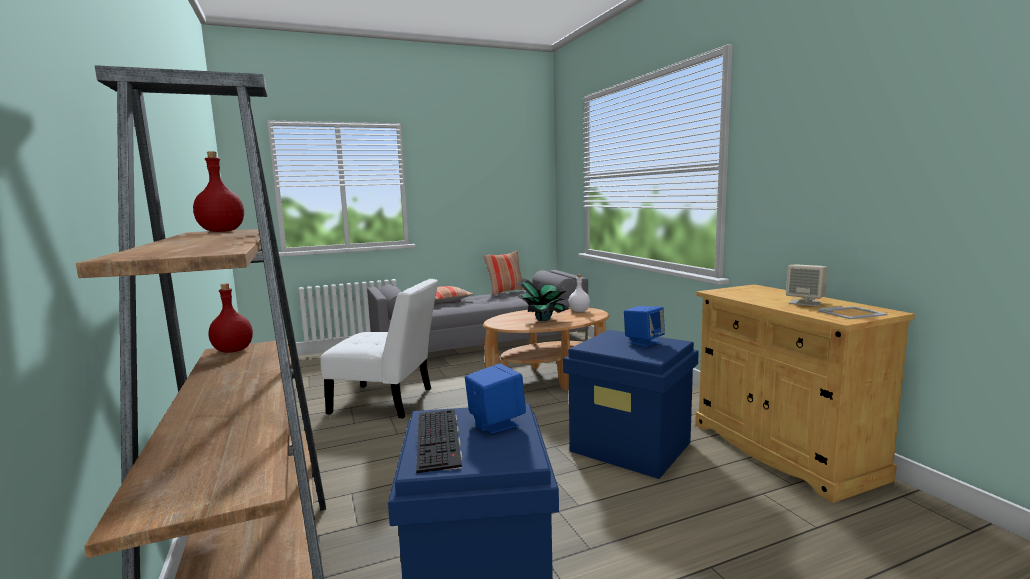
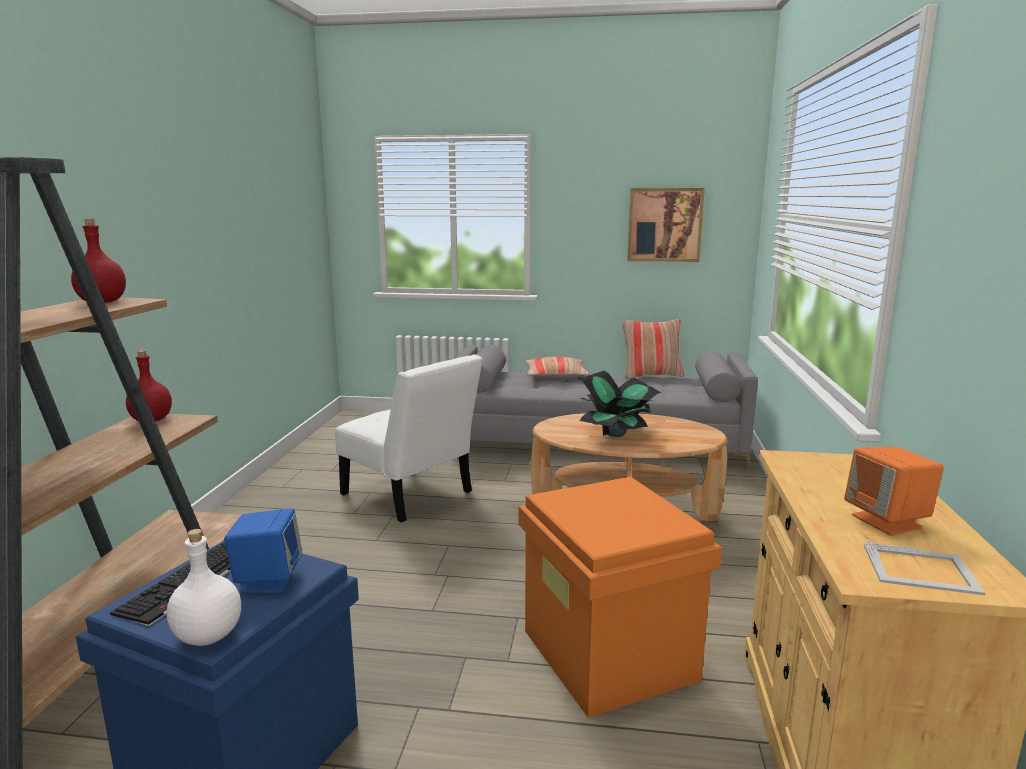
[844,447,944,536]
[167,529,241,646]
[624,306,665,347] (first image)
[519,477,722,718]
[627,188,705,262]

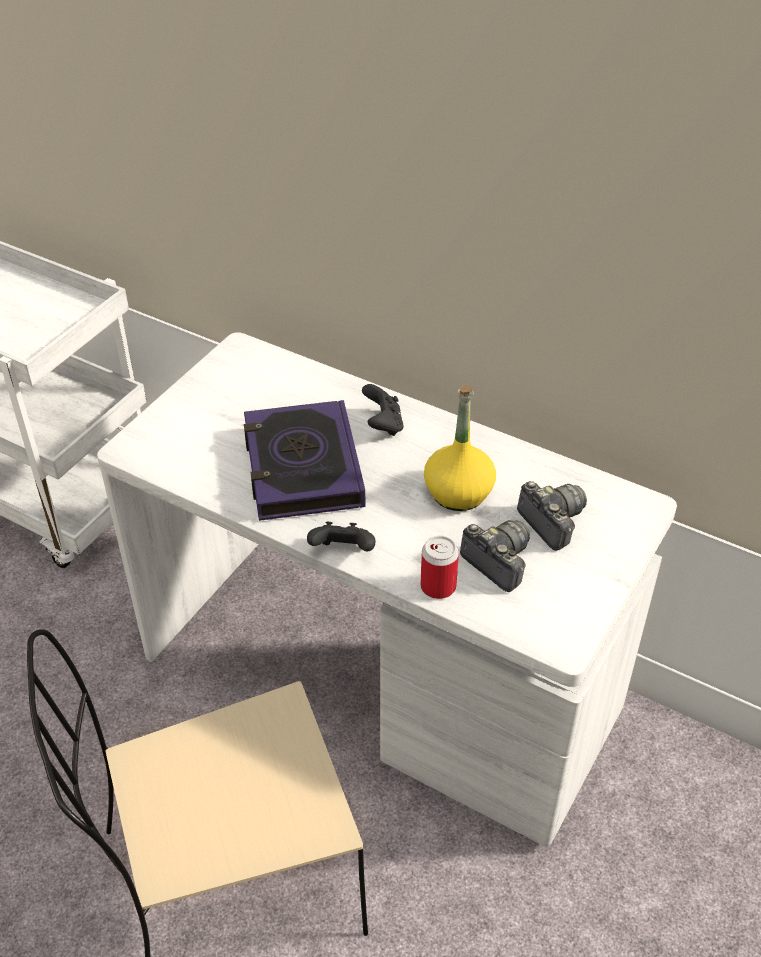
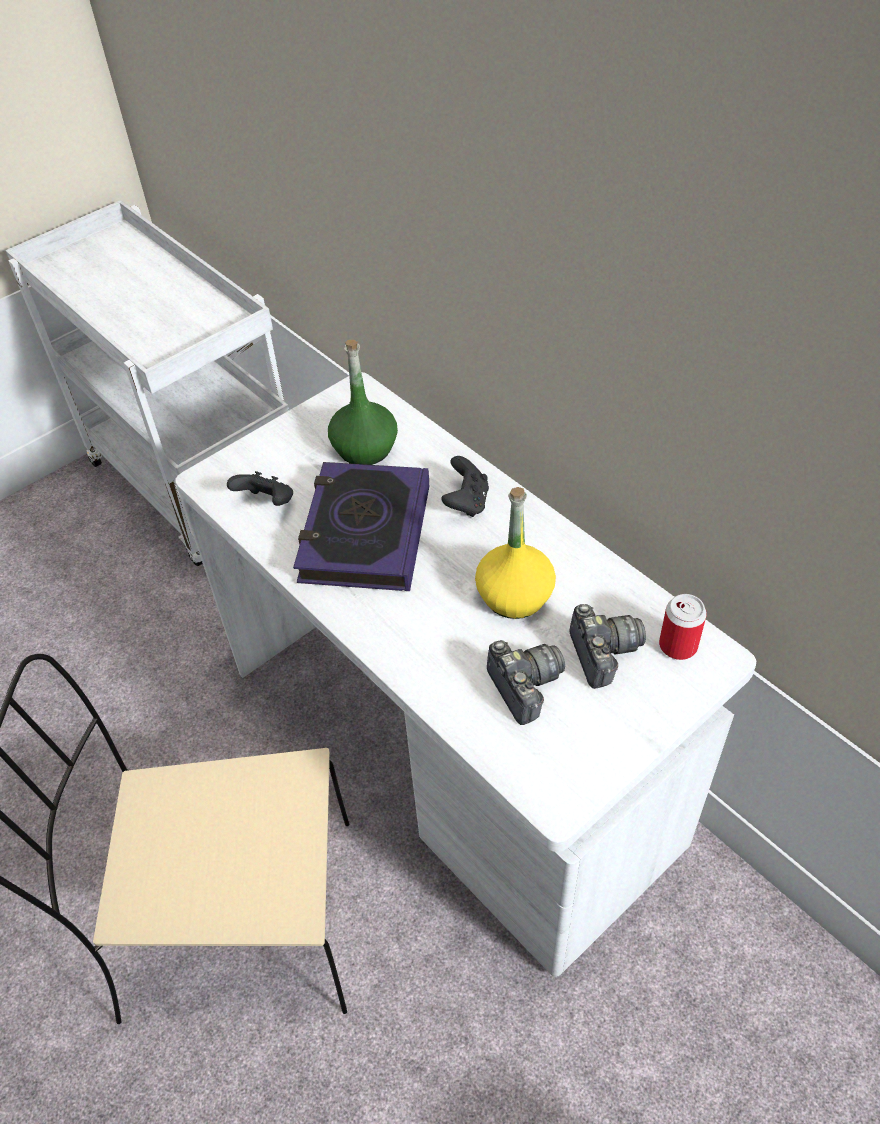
[227,471,293,506]
[659,594,707,660]
[328,340,398,465]

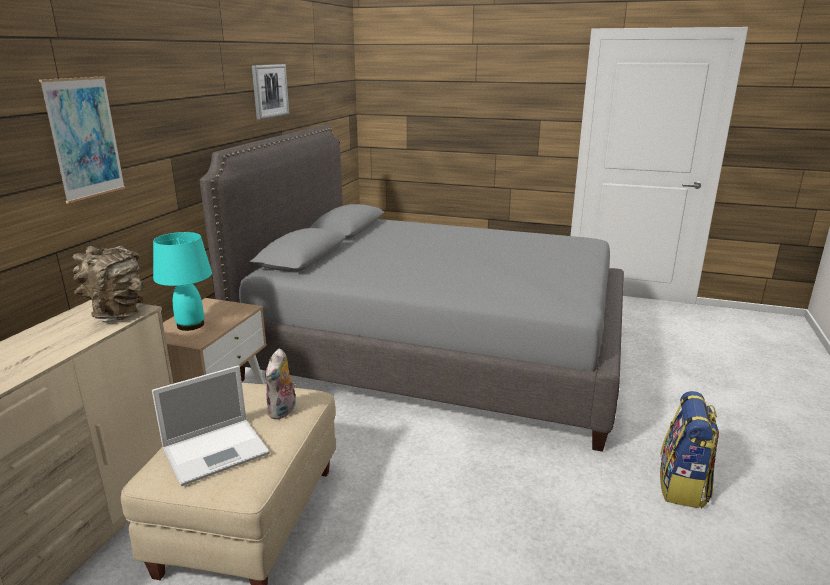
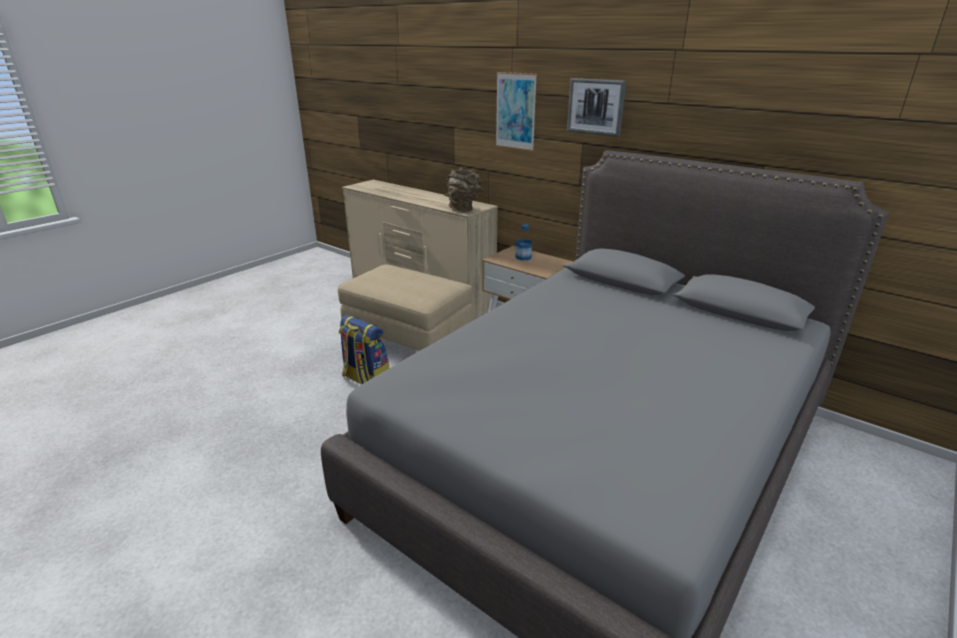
[567,78,626,137]
[516,224,532,260]
[265,348,296,420] (first image)
[152,365,270,486] (first image)
[339,315,389,385]

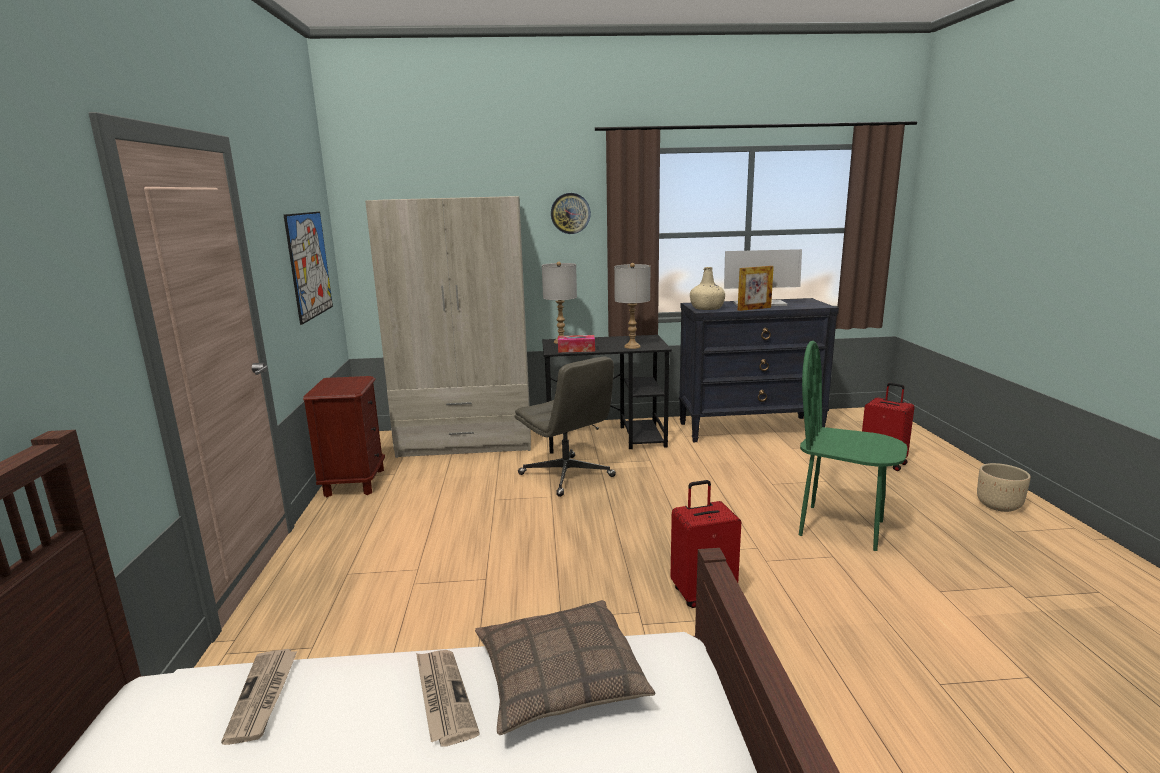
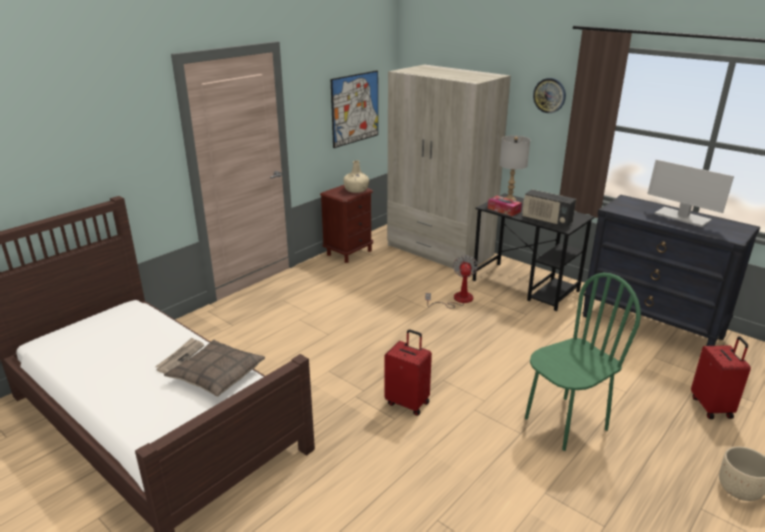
[522,189,576,227]
[738,266,774,311] (first image)
[343,161,369,193]
[525,273,641,451]
[425,255,478,308]
[221,649,297,745] (first image)

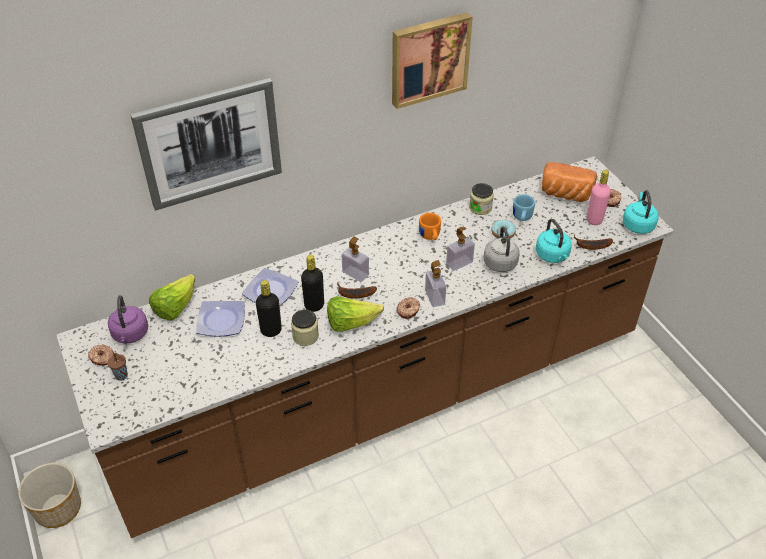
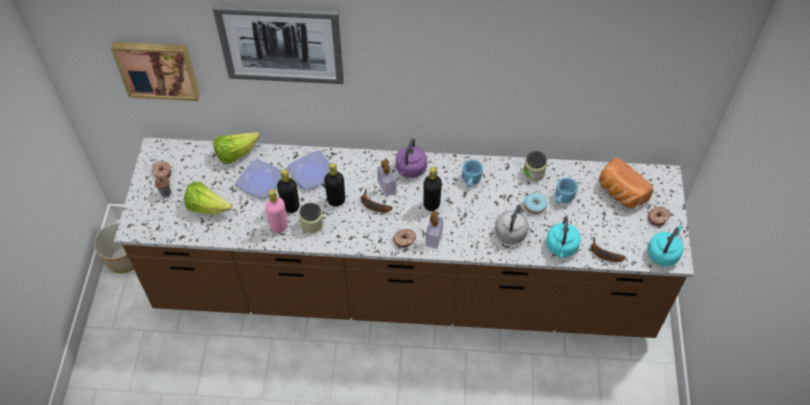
[111,42,200,101]
[265,189,288,233]
[462,160,483,187]
[446,227,475,271] (first image)
[396,138,427,178]
[184,181,232,214]
[423,167,442,211]

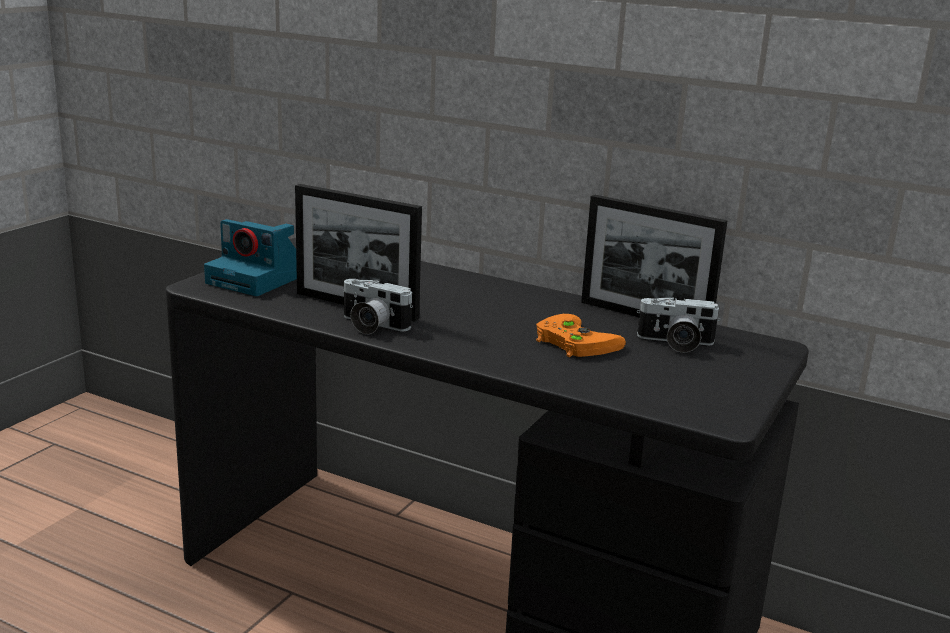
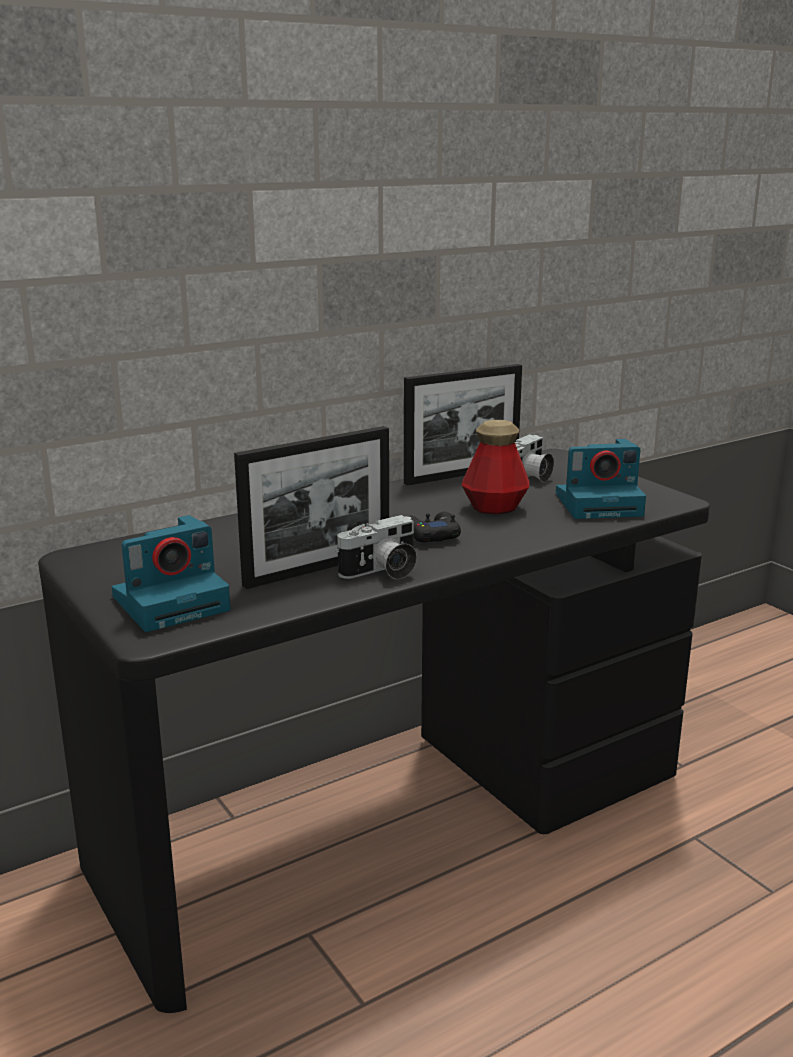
[462,420,530,514]
[556,439,646,519]
[409,512,461,542]

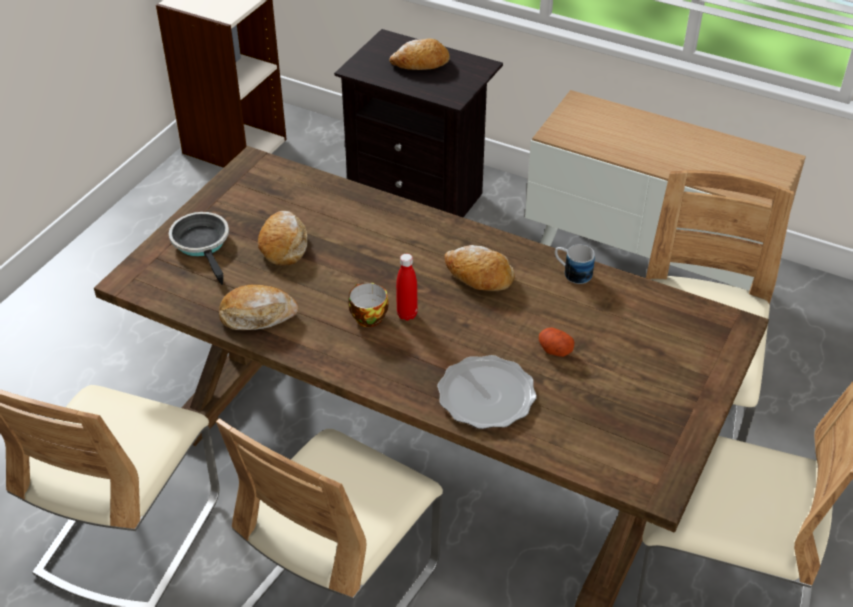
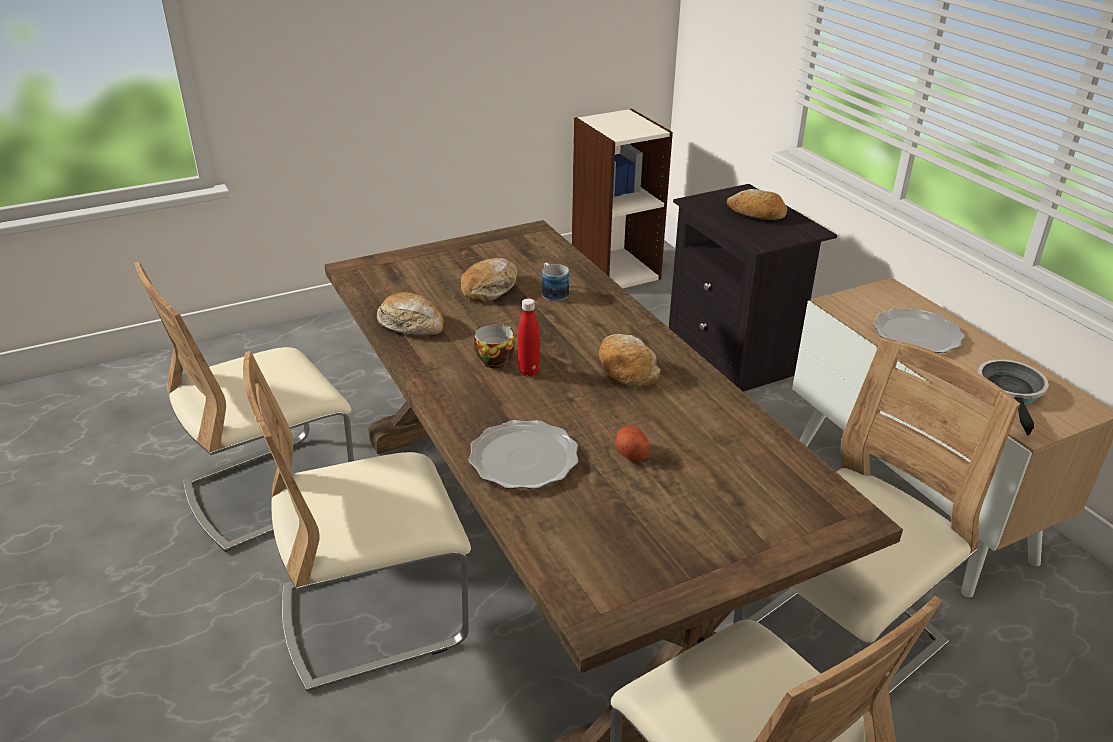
[977,359,1049,436]
[542,263,569,301]
[873,308,965,353]

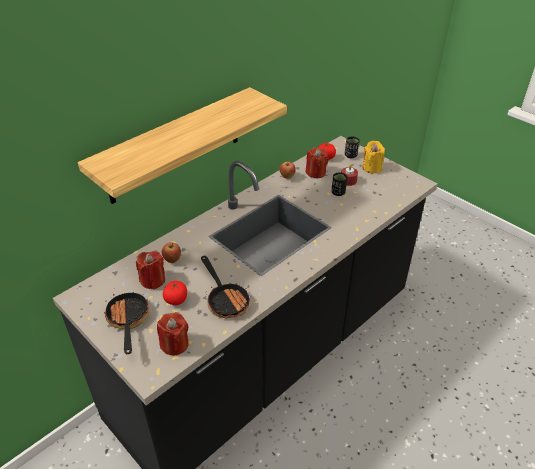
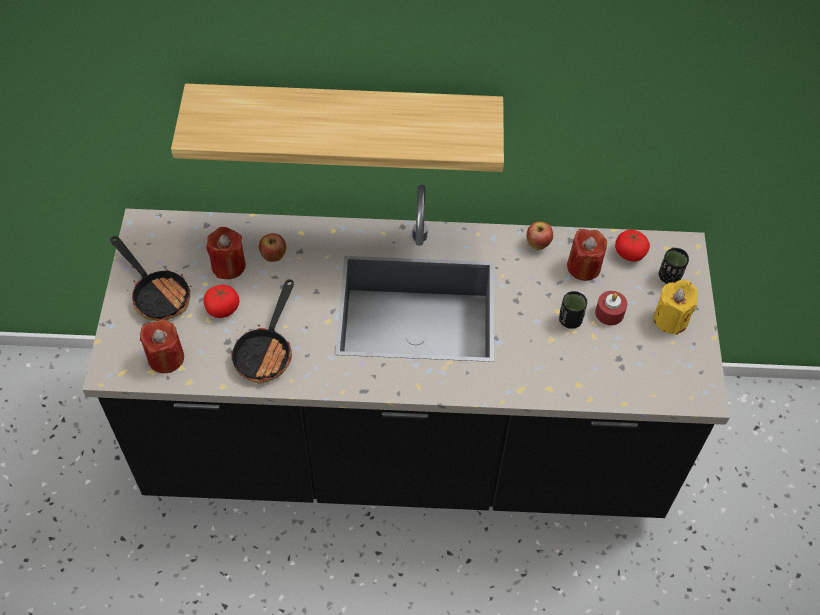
[110,236,191,321]

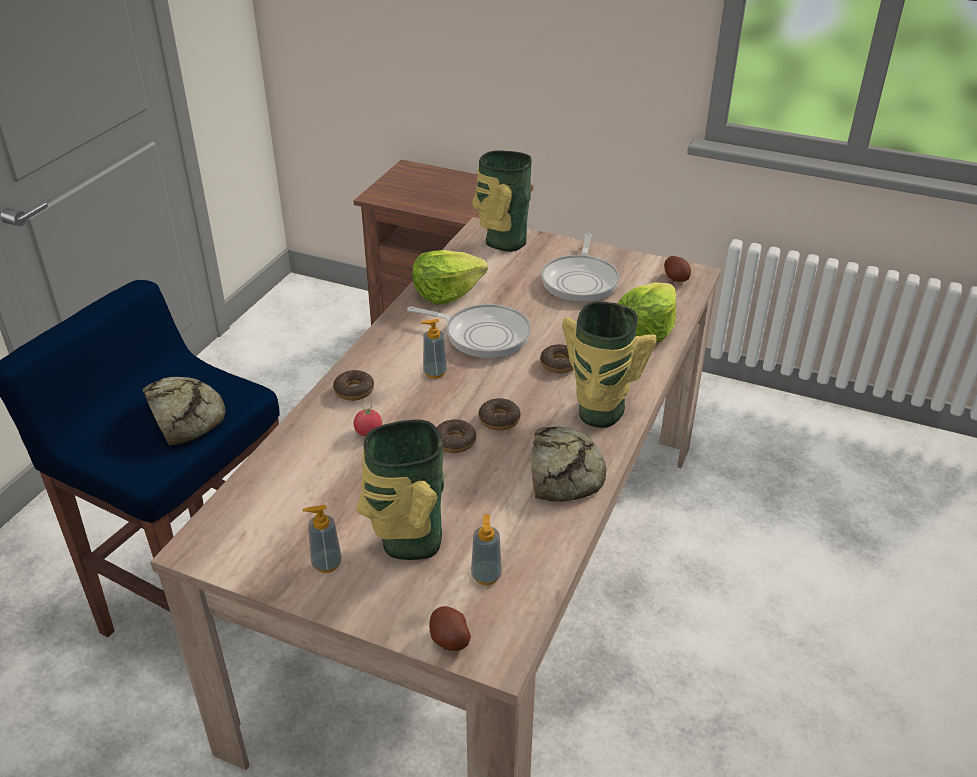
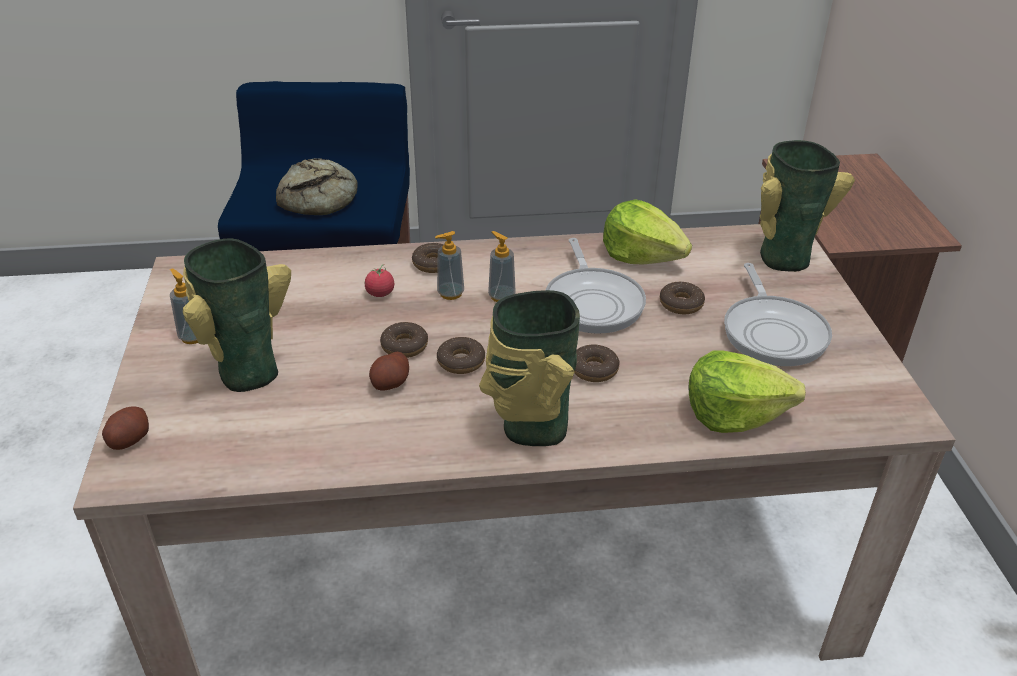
[724,263,832,366]
[369,352,409,391]
[531,426,606,501] (first image)
[435,231,464,300]
[660,281,705,314]

